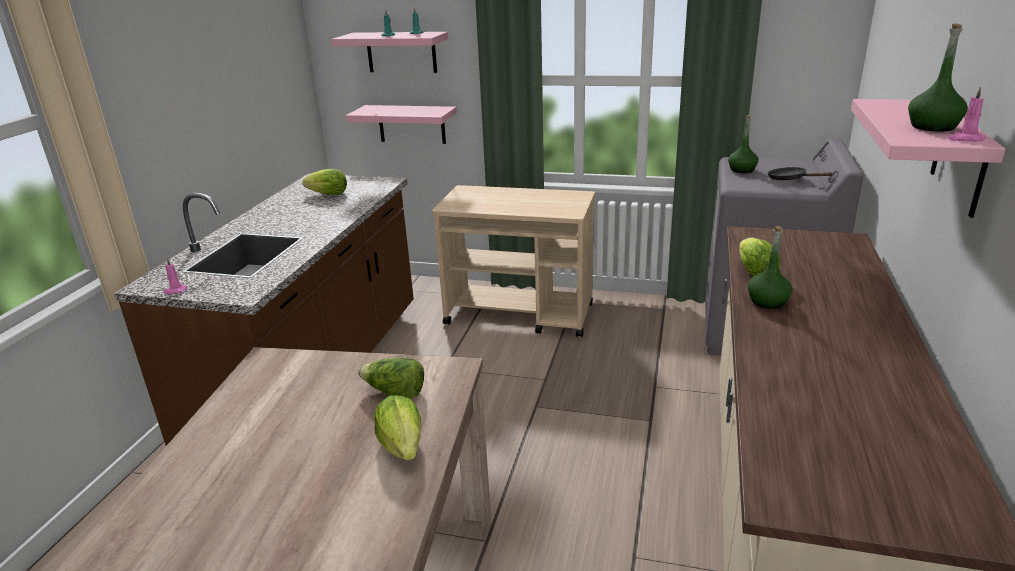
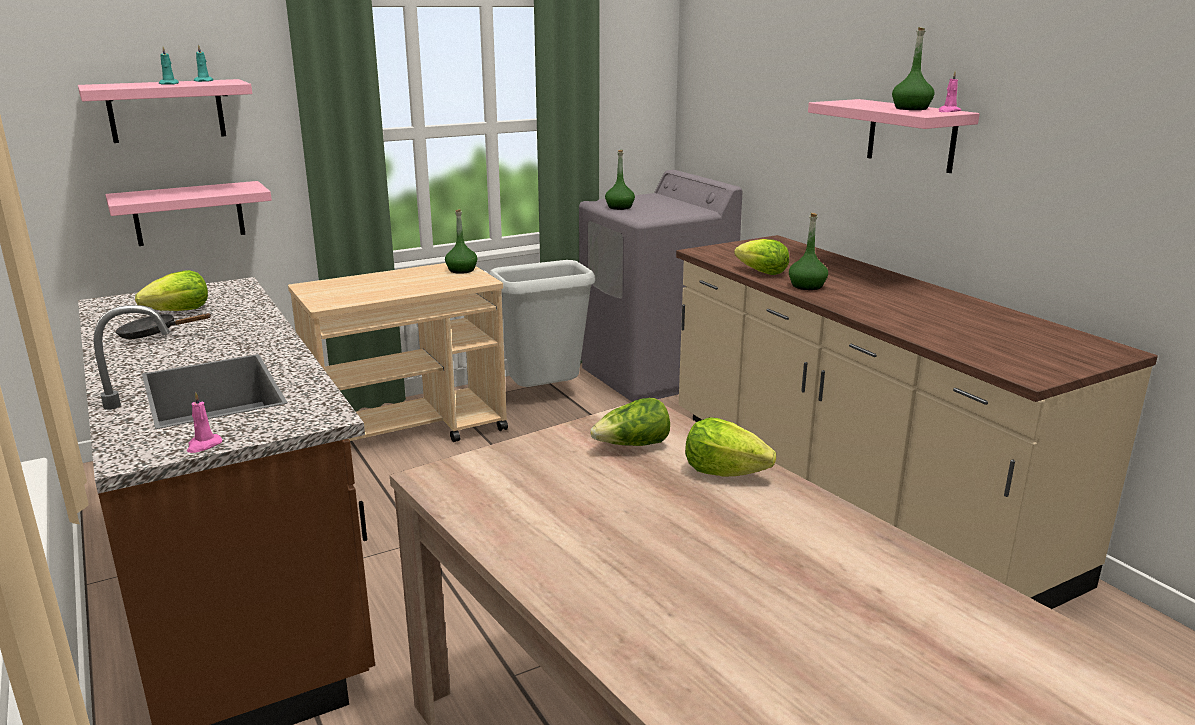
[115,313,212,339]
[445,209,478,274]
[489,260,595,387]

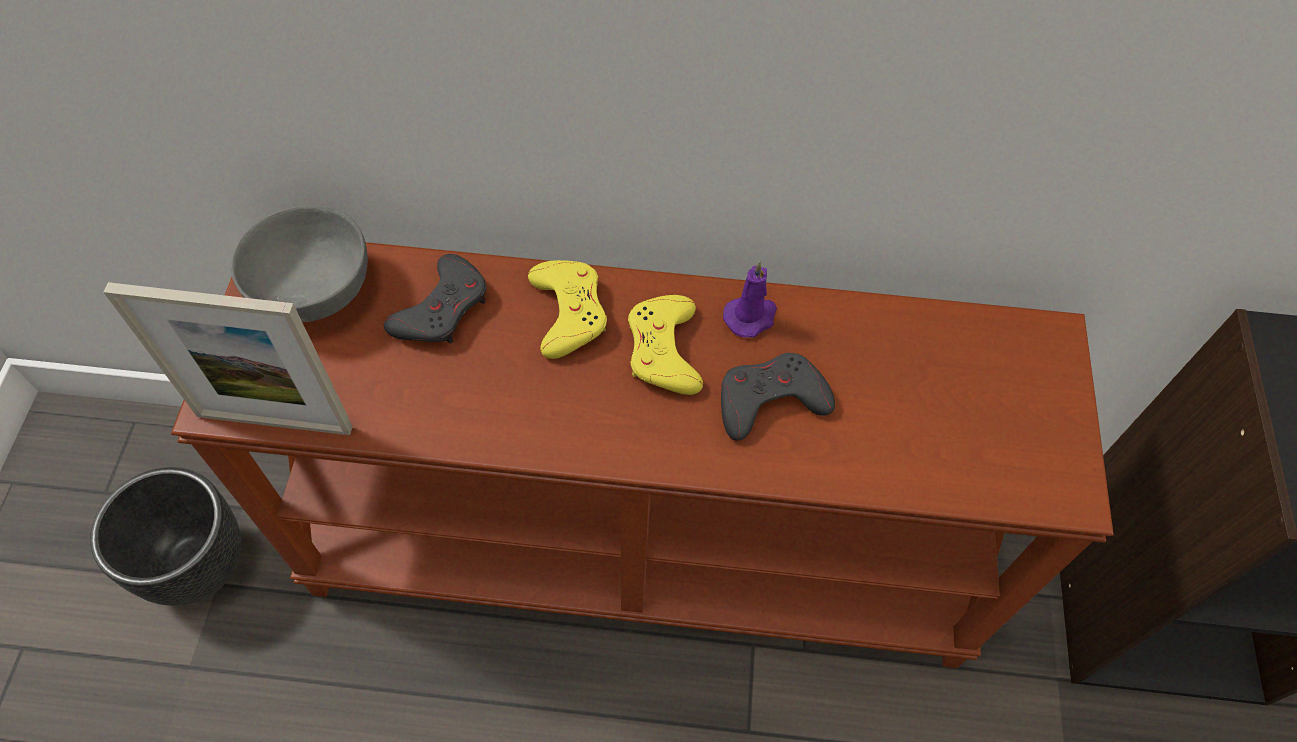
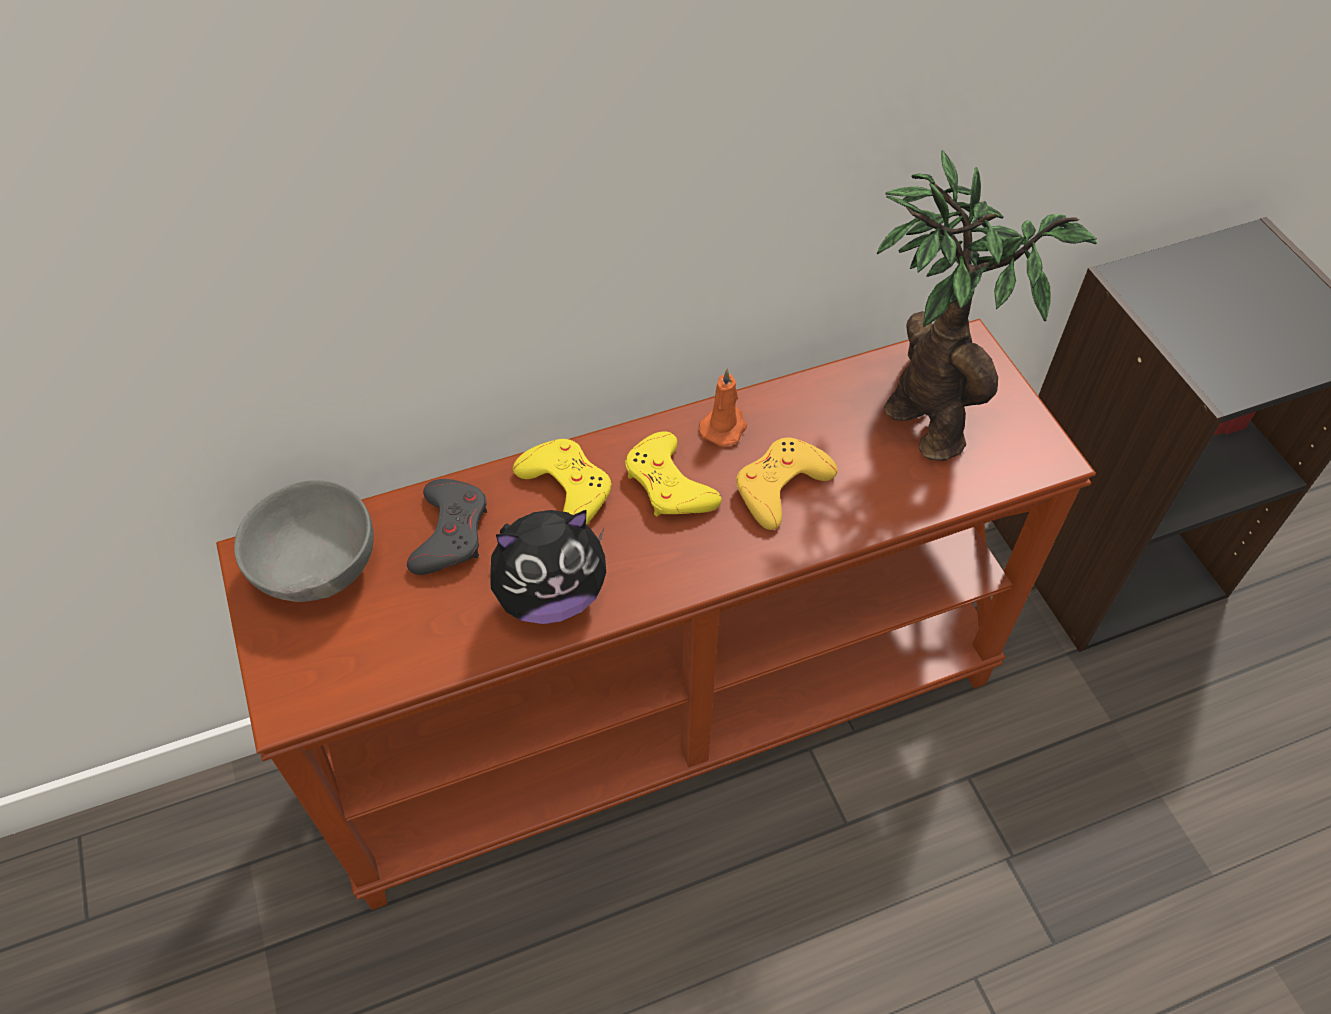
[699,368,747,447]
[104,282,353,435] (first image)
[736,437,838,530]
[90,467,241,606] (first image)
[877,150,1097,461]
[490,510,606,624]

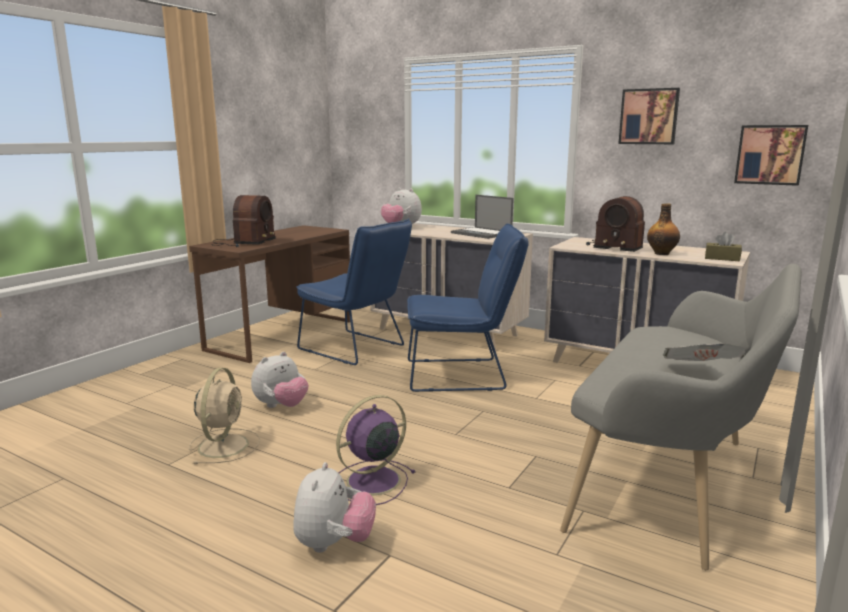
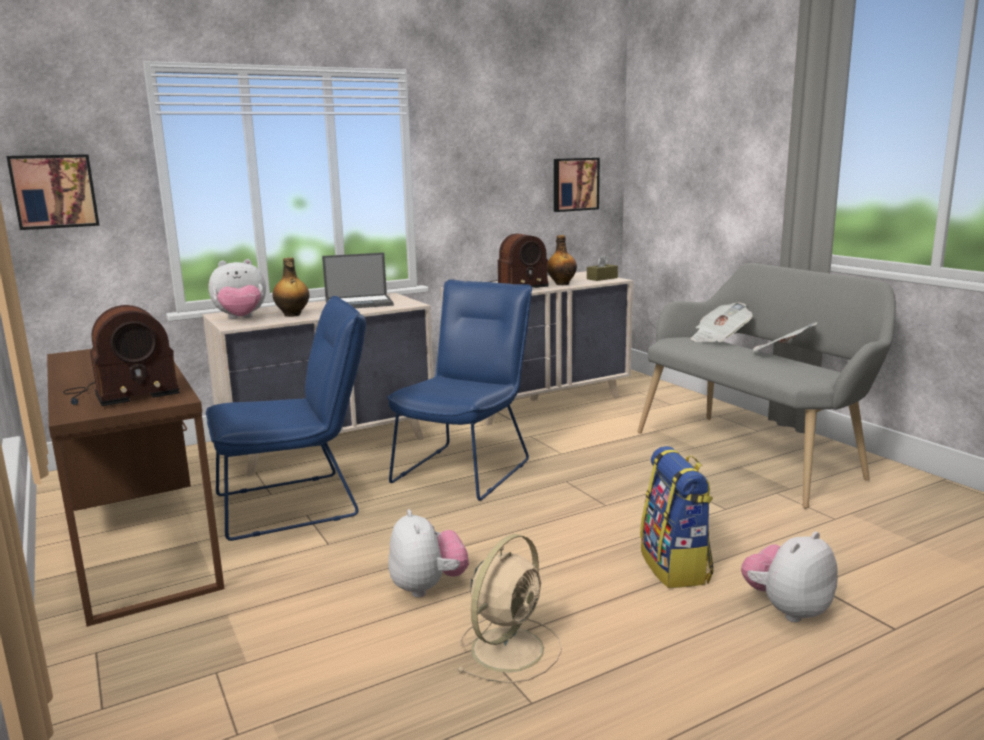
[6,154,100,230]
[63,305,180,406]
[456,534,562,683]
[640,446,714,588]
[741,531,838,622]
[273,257,310,317]
[691,302,753,342]

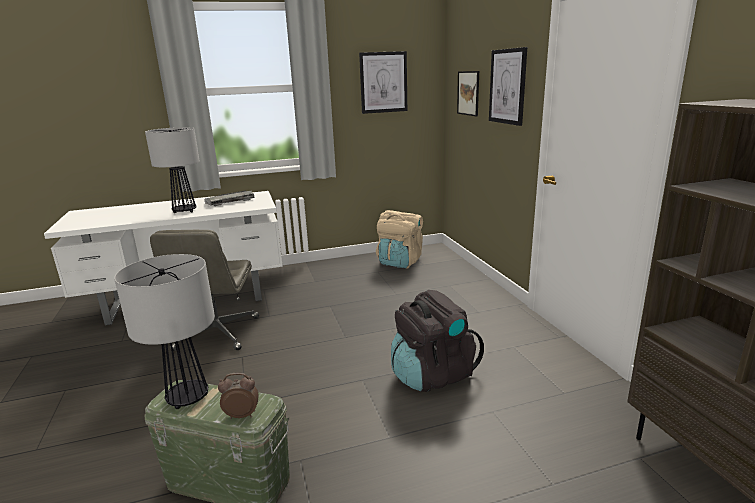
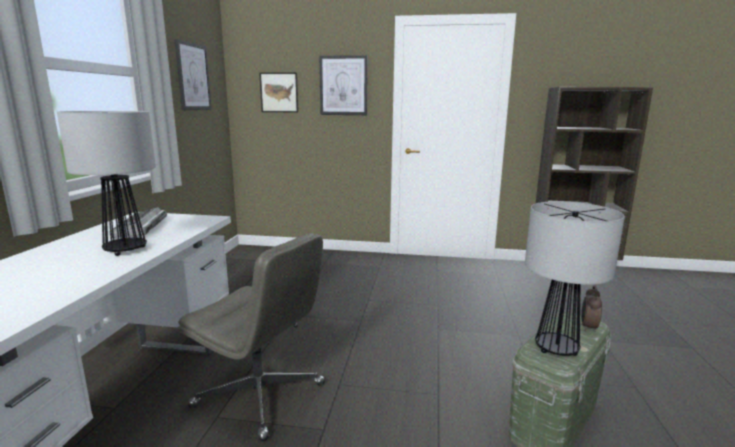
[376,210,423,268] (first image)
[391,290,484,392] (first image)

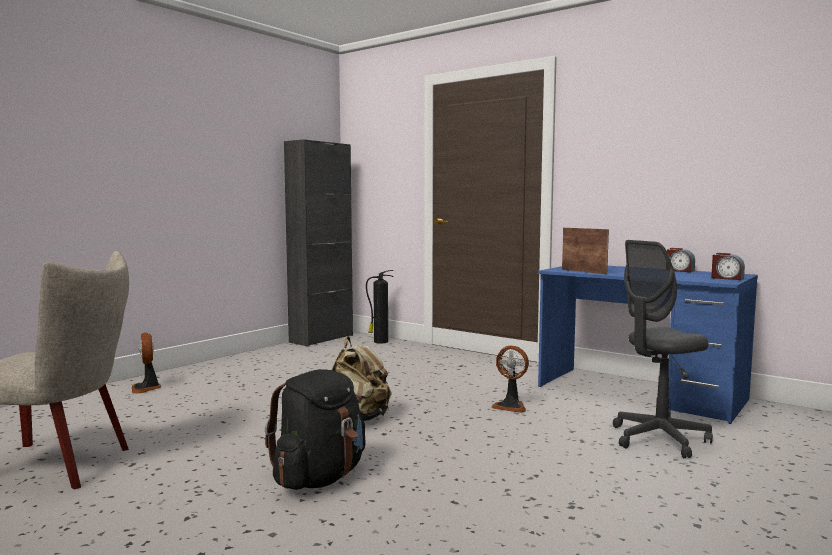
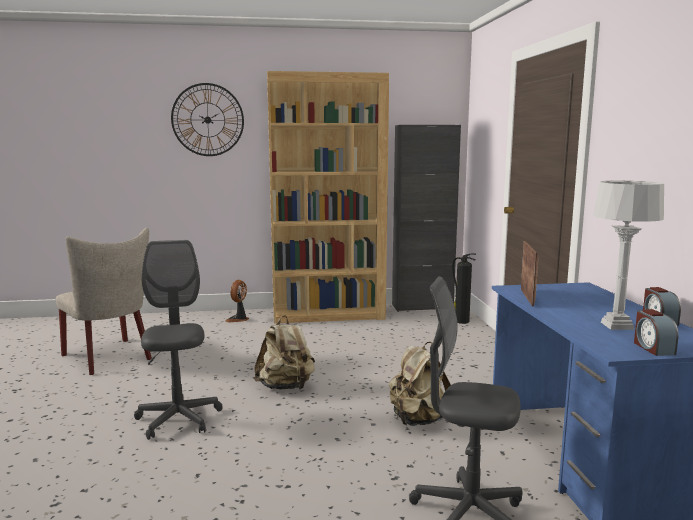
[389,342,451,426]
[134,240,223,440]
[267,71,389,323]
[171,83,244,156]
[593,181,664,330]

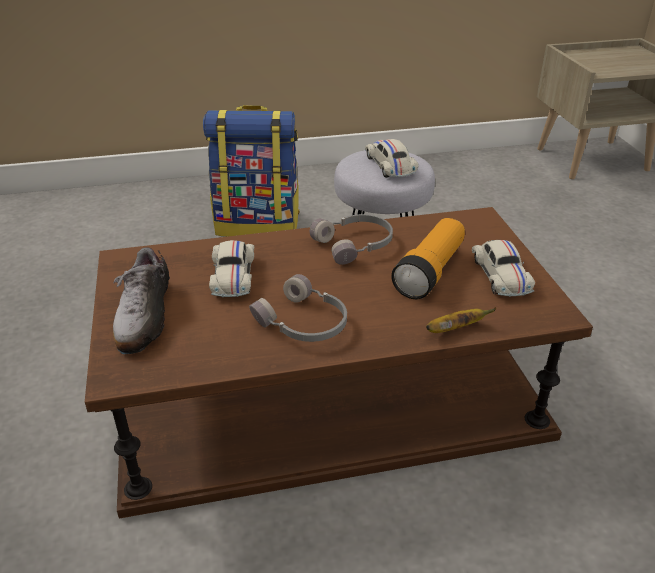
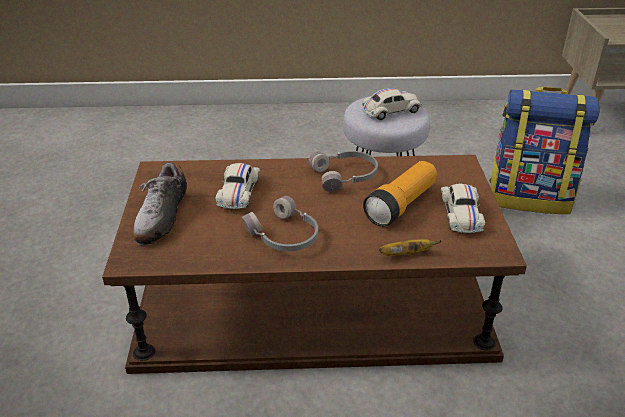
[489,87,600,214]
[362,88,422,120]

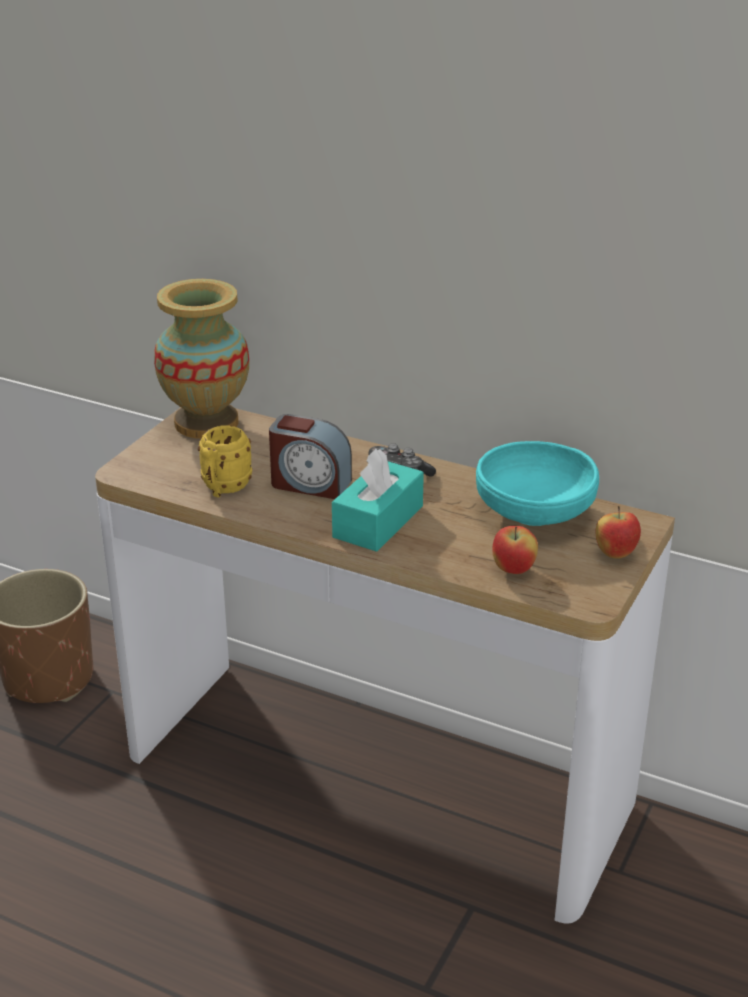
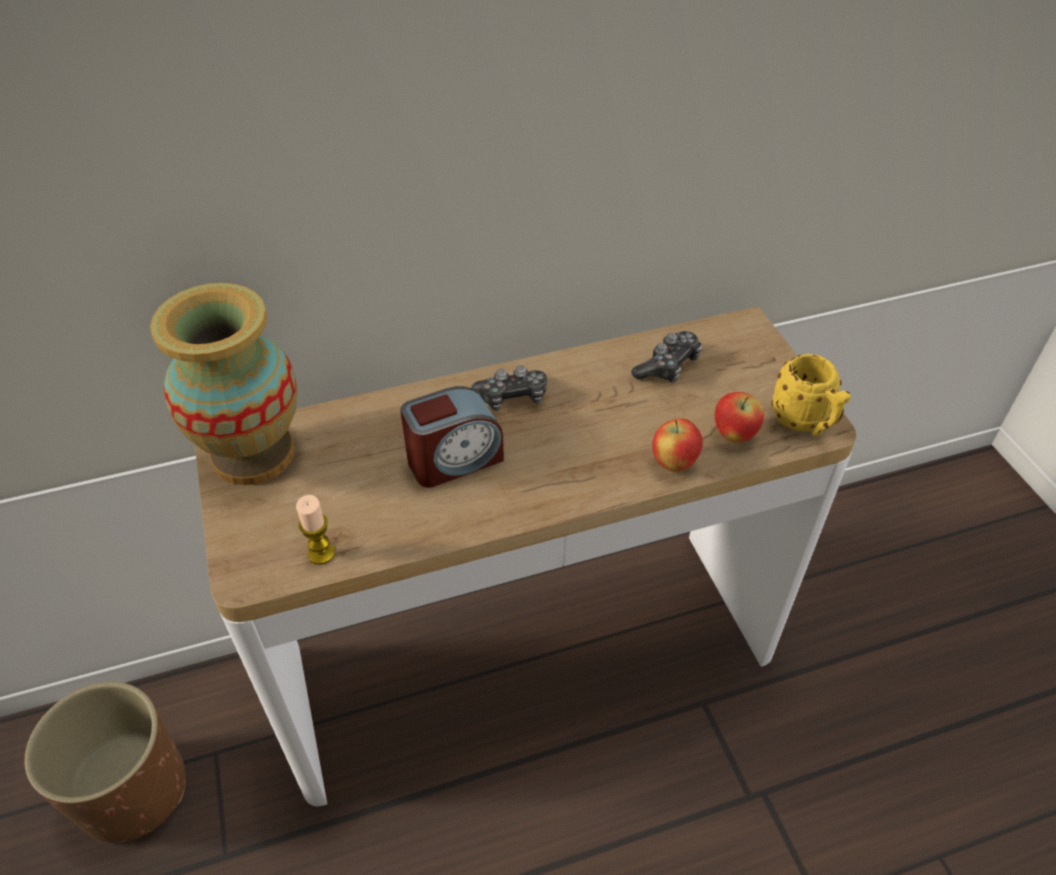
[771,354,851,436]
[631,331,703,383]
[332,448,424,552] (first image)
[652,418,703,472]
[296,495,335,565]

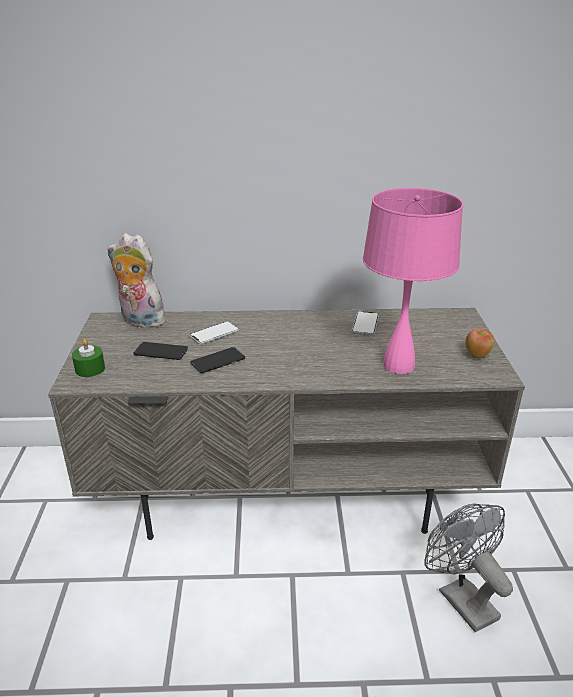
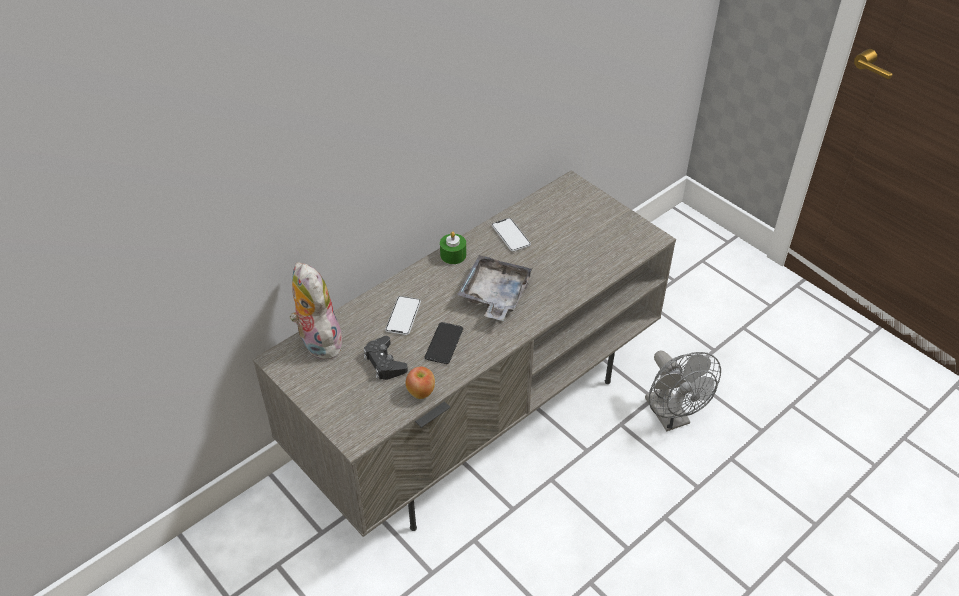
[363,188,463,374] (first image)
[290,262,342,360]
[406,367,435,399]
[440,231,466,264]
[364,336,408,380]
[645,351,721,431]
[457,255,533,321]

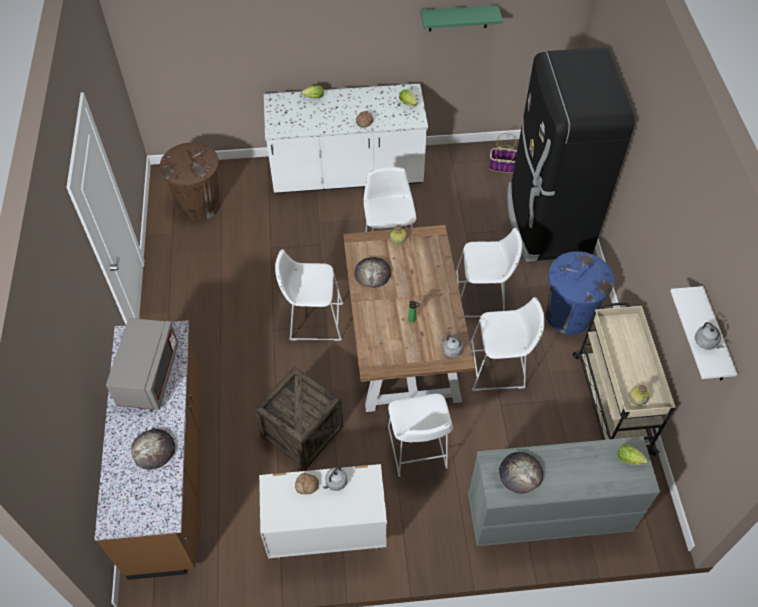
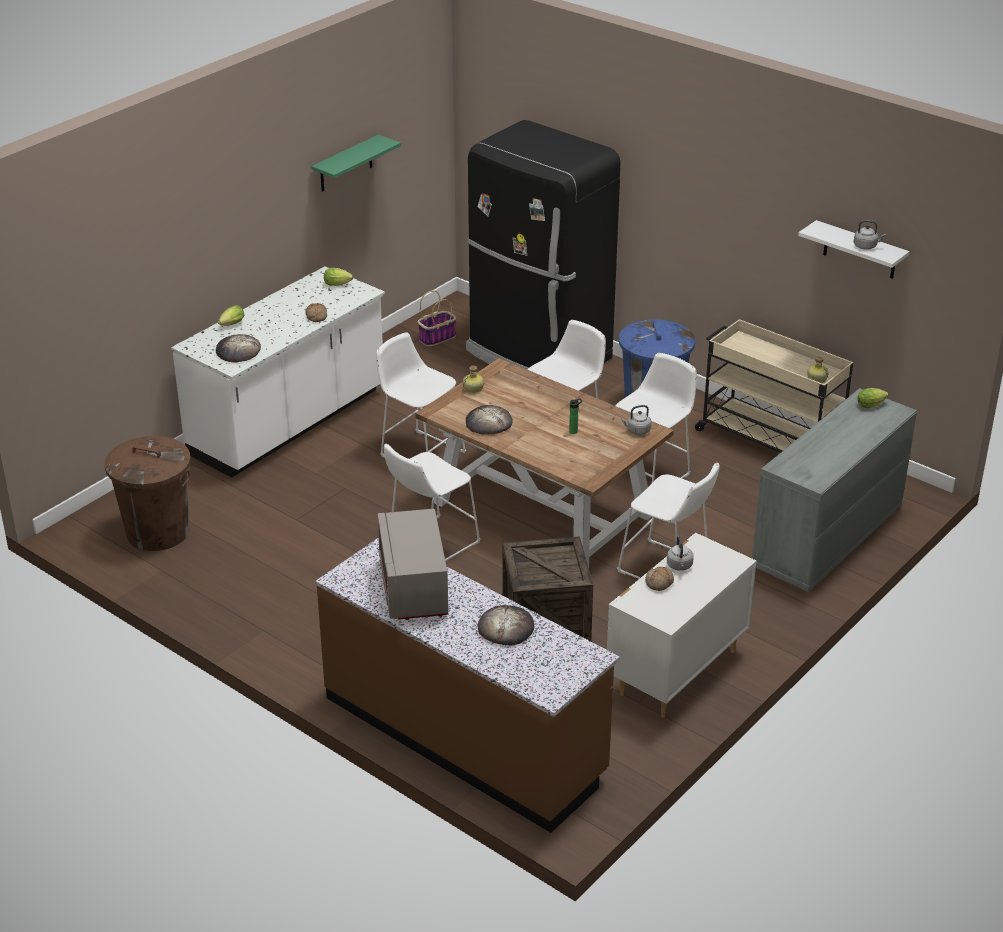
[377,509,448,620]
[216,334,261,363]

